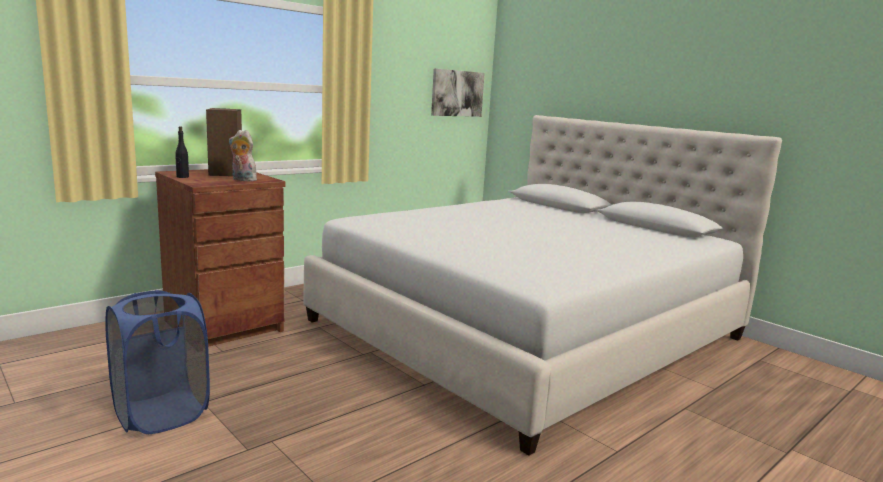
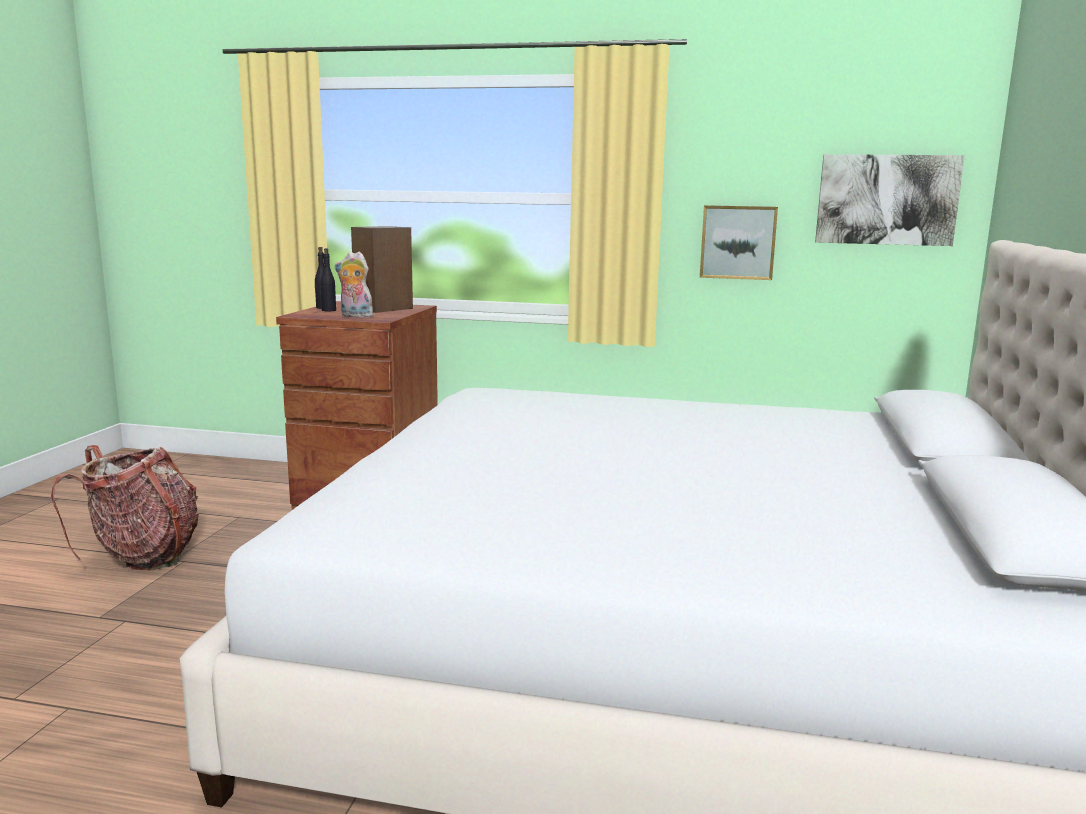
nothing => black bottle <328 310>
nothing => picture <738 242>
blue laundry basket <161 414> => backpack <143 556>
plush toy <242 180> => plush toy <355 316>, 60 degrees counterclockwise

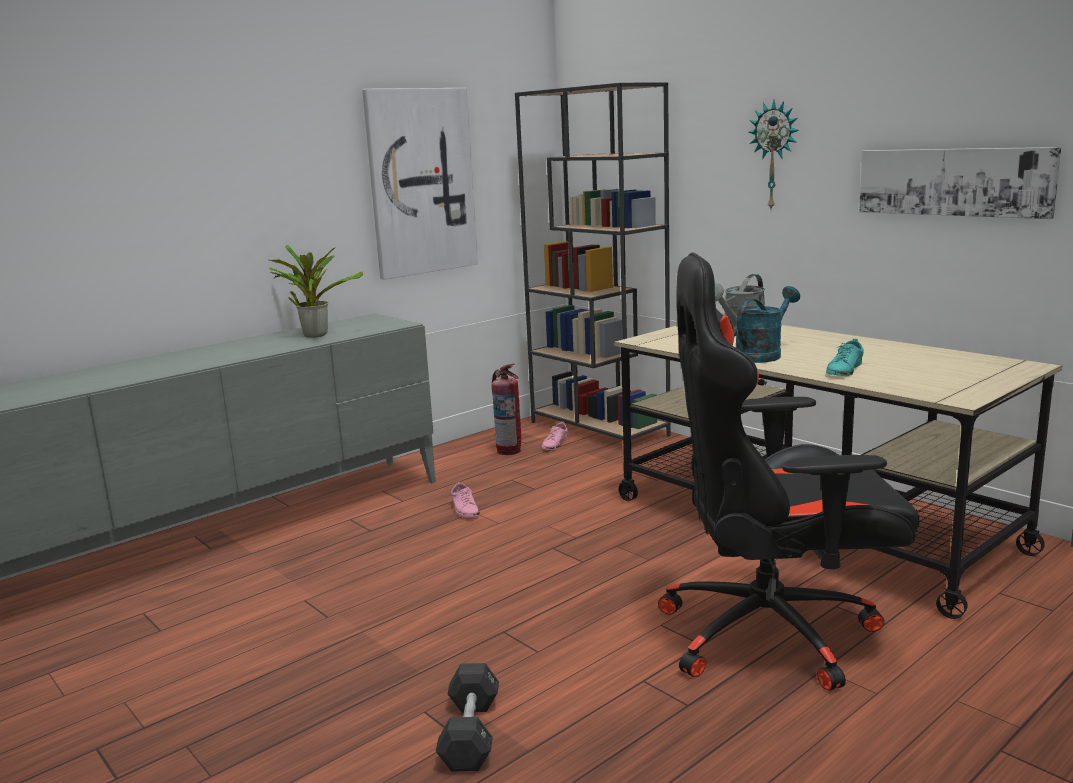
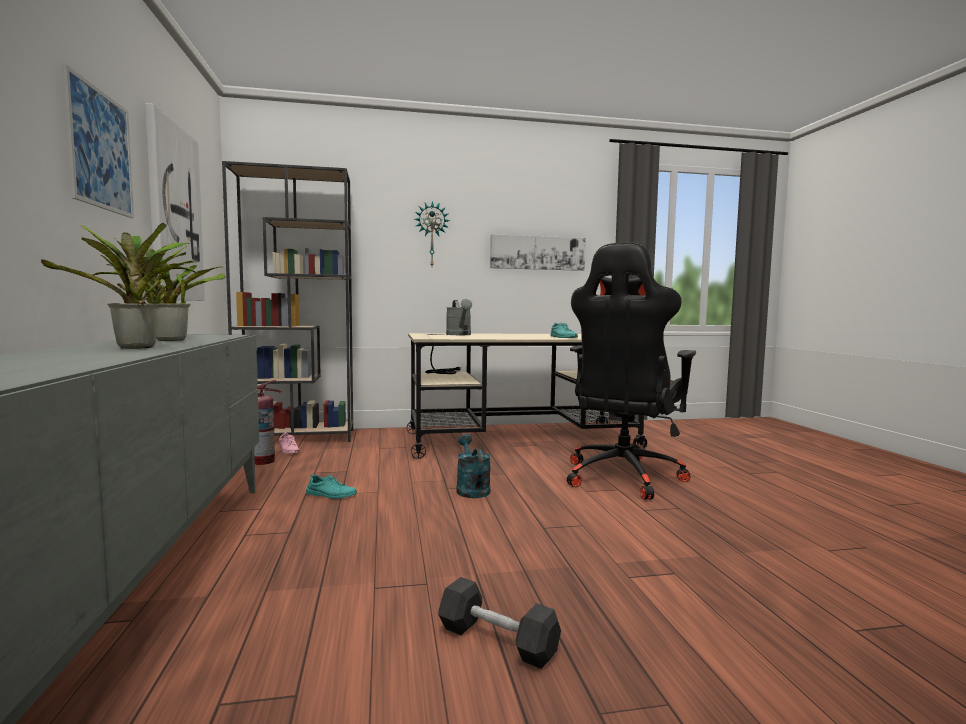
nothing => potted plant <138 348>
nothing => picture <100 150>
black dumbbell <470 734> => black dumbbell <497 640>, moved
turquoise watering can <762 355> => turquoise watering can <471 489>, moved
pink shoe <465 509> => turquoise shoe <331 495>

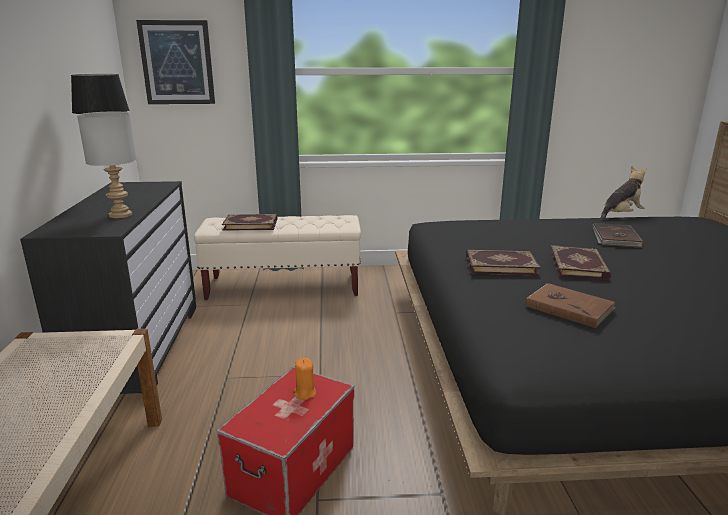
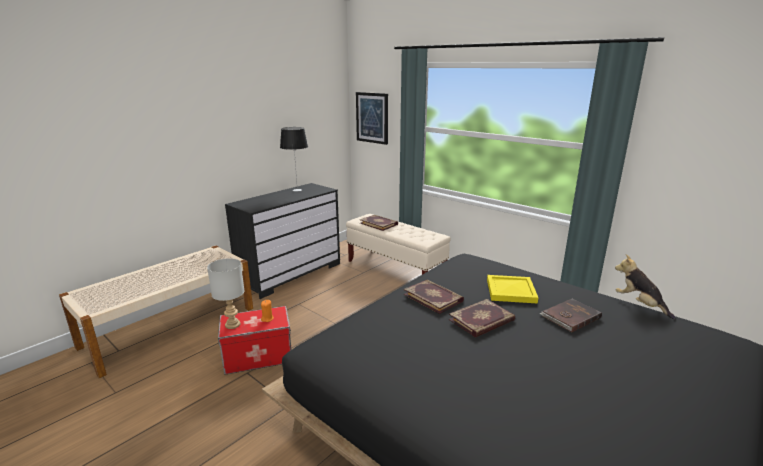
brown book <569 307> => nothing
nothing => yellow tray <511 290>
grey table lamp <119 215> => grey table lamp <232 324>, moved
plush toy <620 215> => plush toy <639 304>, 135 degrees counterclockwise

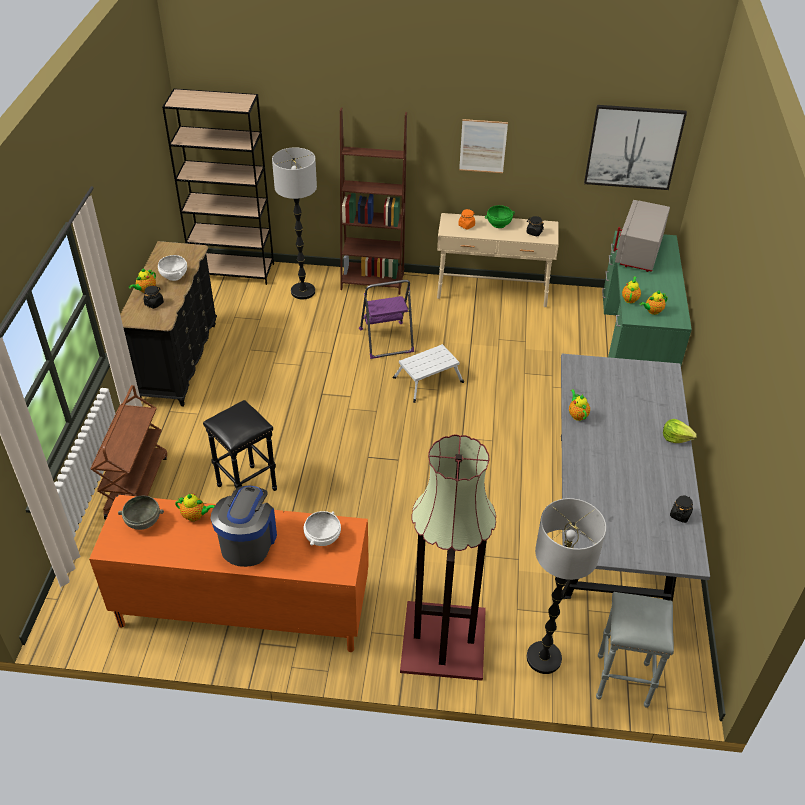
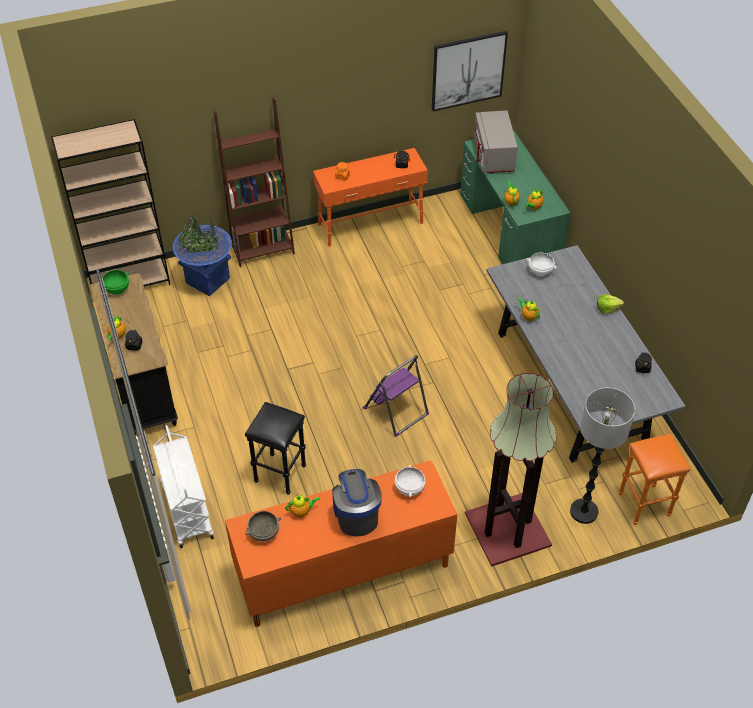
white step ladder <428 379> => nothing
picture <483 146> => nothing
white bowl <174 275> => white bowl <540 270>, moved
purple step ladder <386 341> => purple step ladder <397 412>, moved
green bowl <498 224> => green bowl <117 289>, moved
floor lamp <303 291> => blue planter <208 280>
brown cart <136 486> => white cart <186 510>
beige console table <492 292> => orange console table <371 224>
grey stool <621 681> => orange stool <644 505>

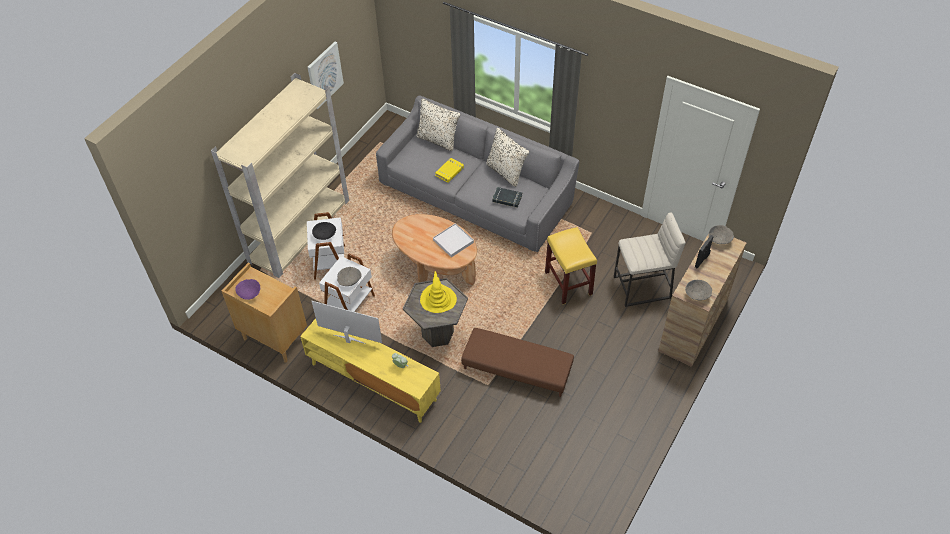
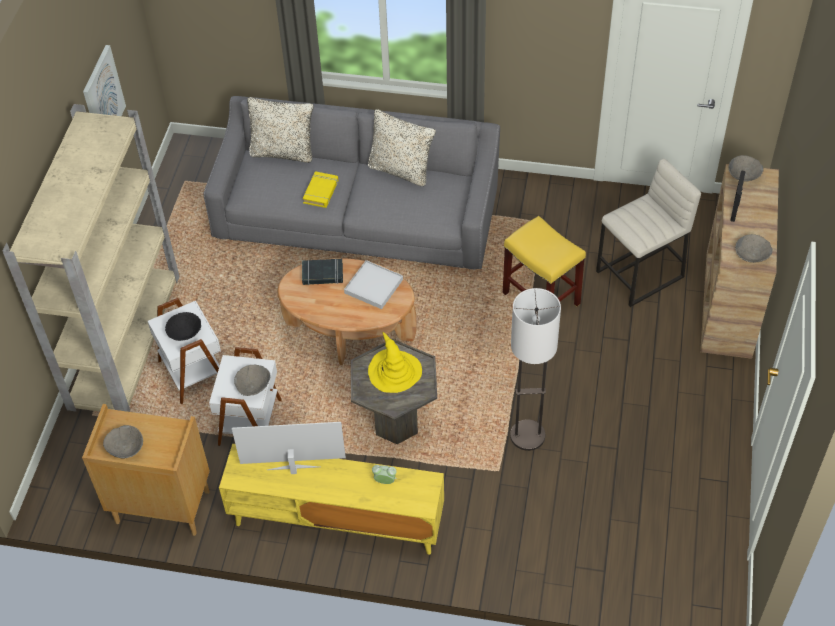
black book <507 199> => black book <322 274>, moved
brown ottoman <517 369> => floor lamp <527 436>
purple bowl <249 293> => grey bowl <125 448>

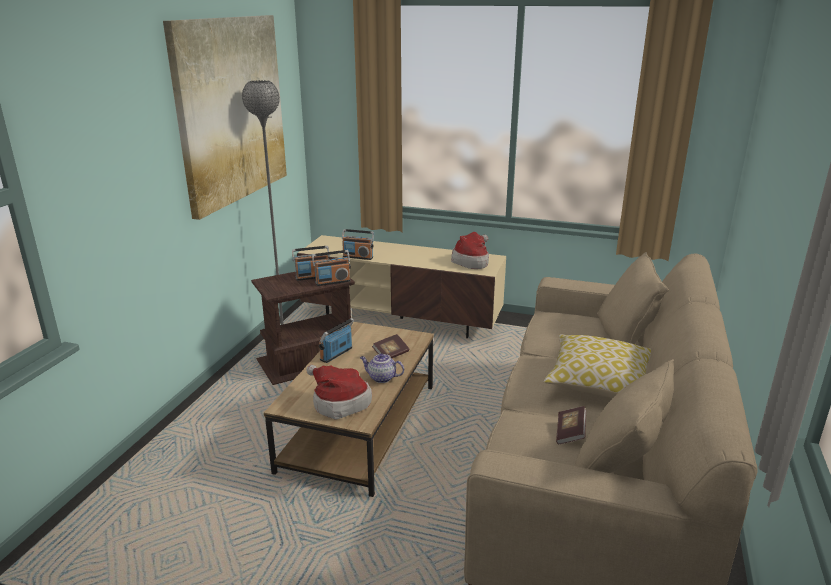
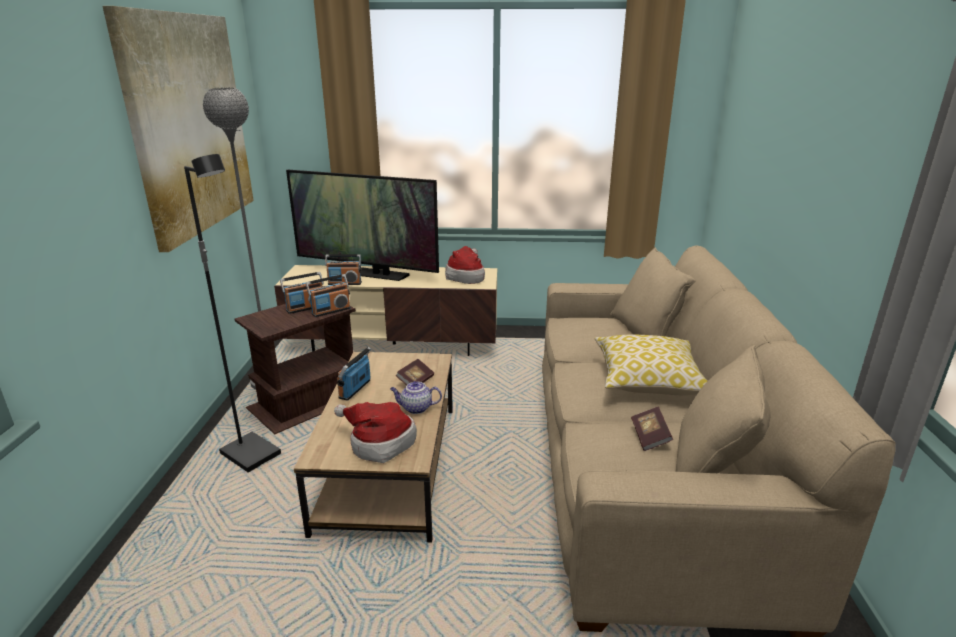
nothing => black floor lamp <252 454>
nothing => television <367 273>

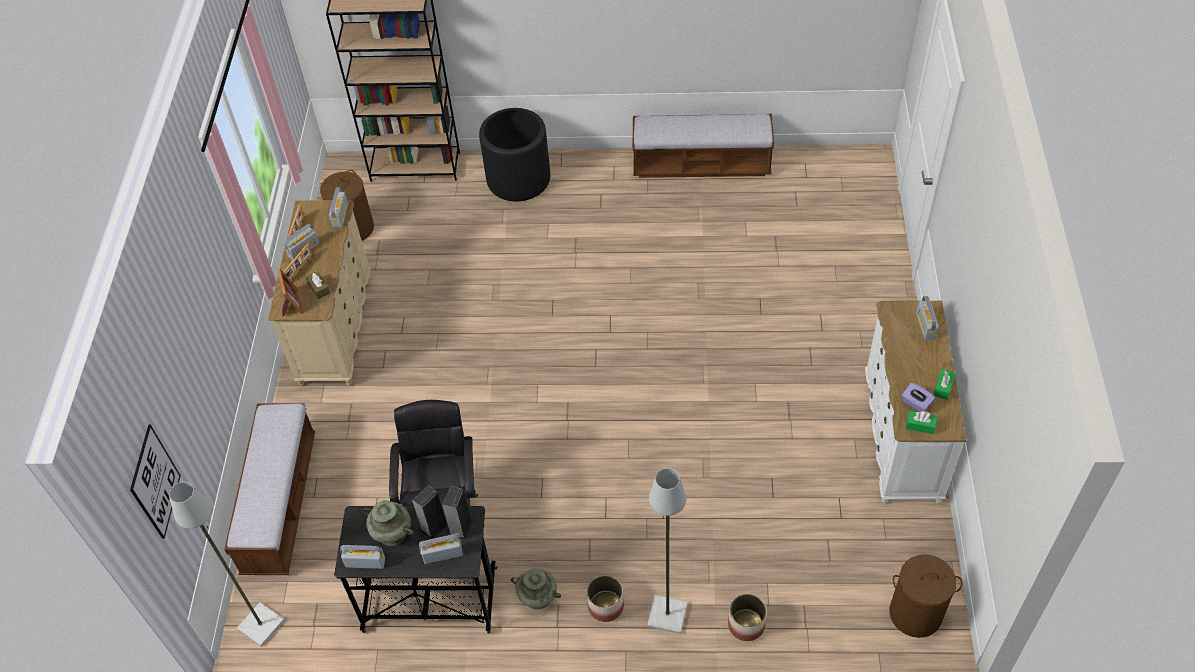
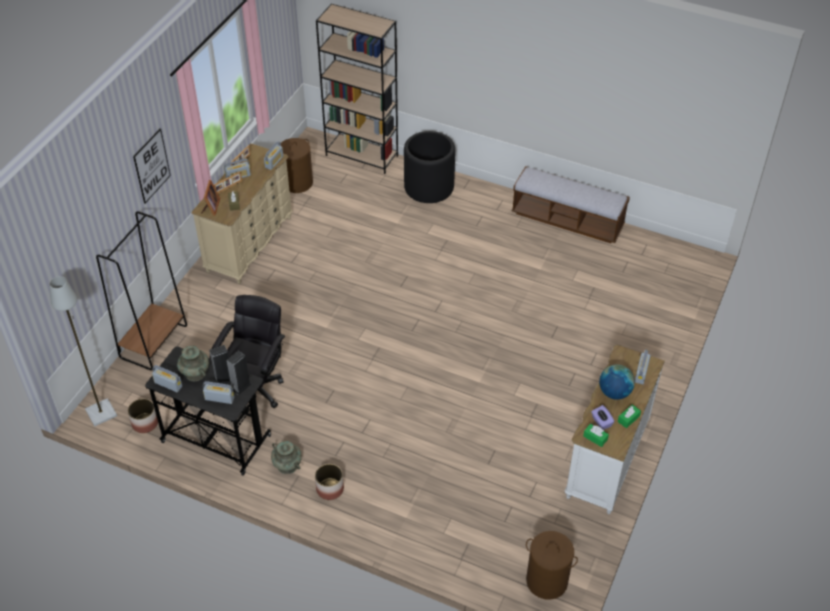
grey floor lamp <666 615> => nothing
nothing => globe <614 392>
picture <155 482> => picture <151 166>, moved
planter <746 625> => planter <145 423>, moved
bench <280 503> => clothes rack <154 342>

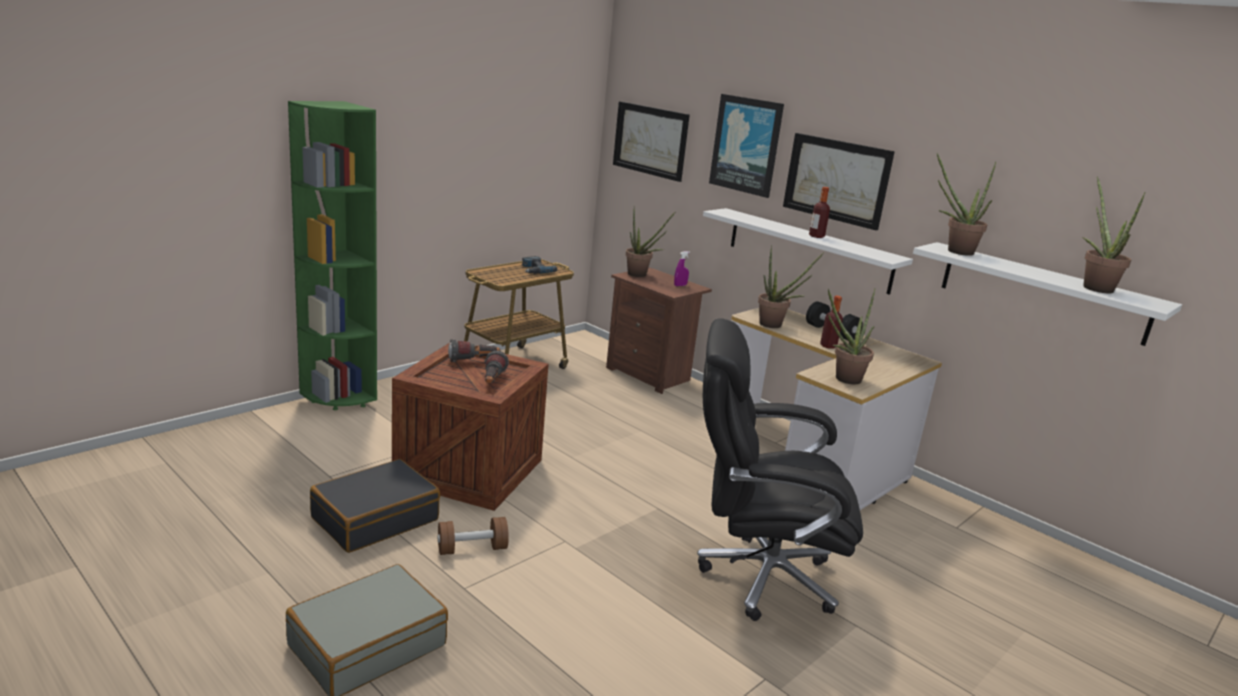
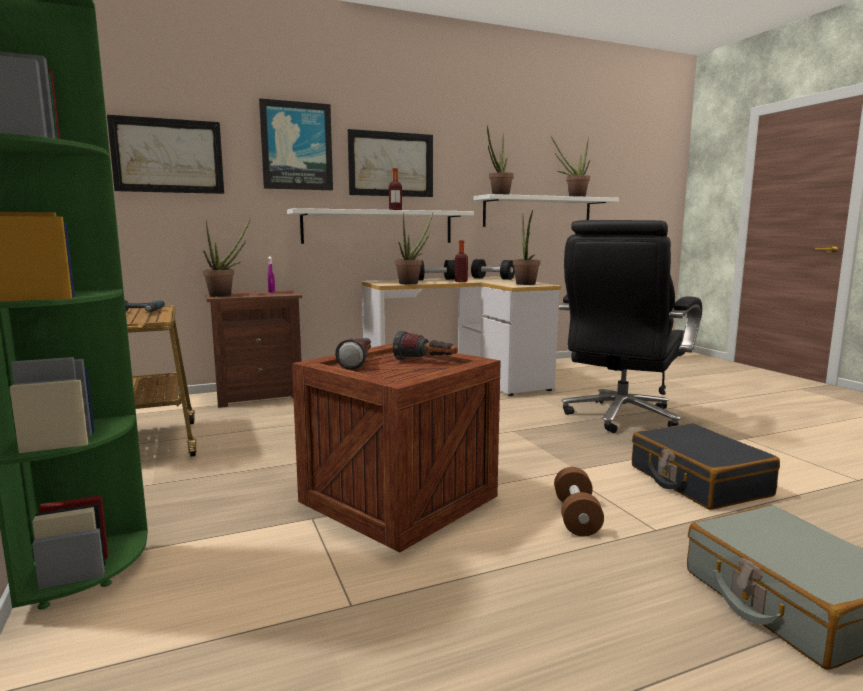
nothing => black dumbbell <492 279>
black suitcase <375 518> => black suitcase <698 481>, moved

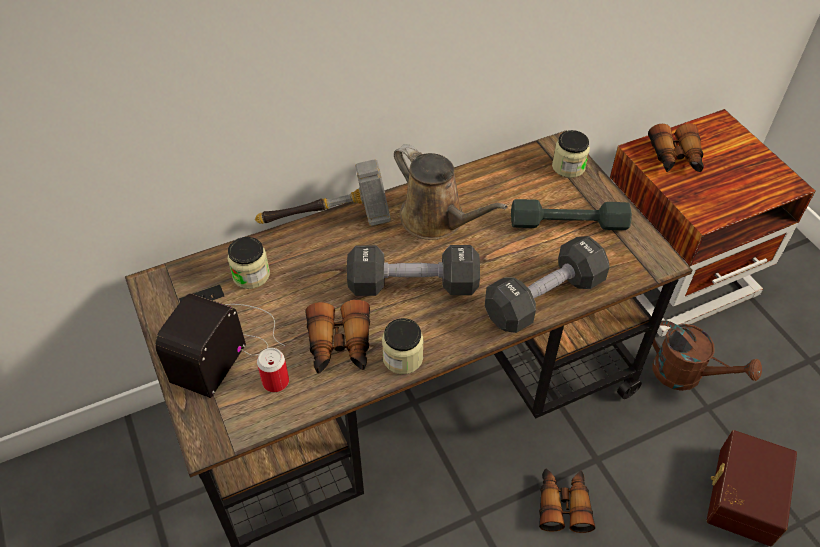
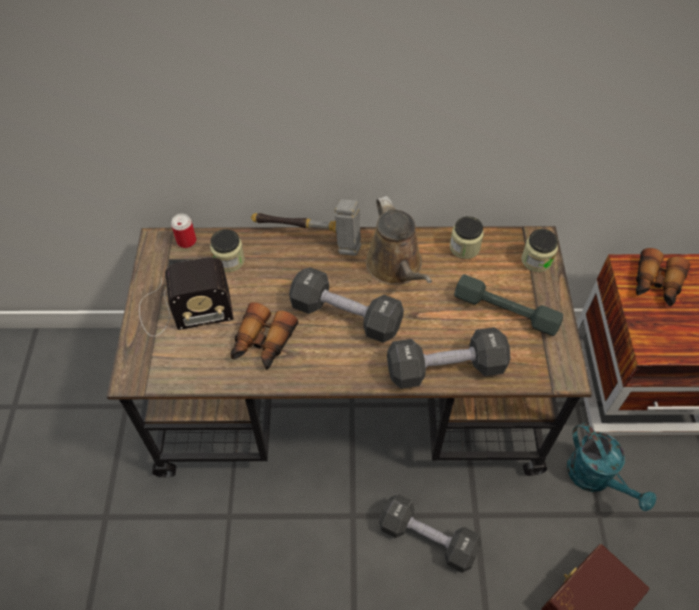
can <275 382> => can <186 241>, moved
jar <402 358> => jar <464 247>, moved
binoculars <563 503> => black dumbbell <427 538>
brown watering can <686 375> => turquoise watering can <596 478>
radio <226 345> => radio <182 309>, 150 degrees counterclockwise

